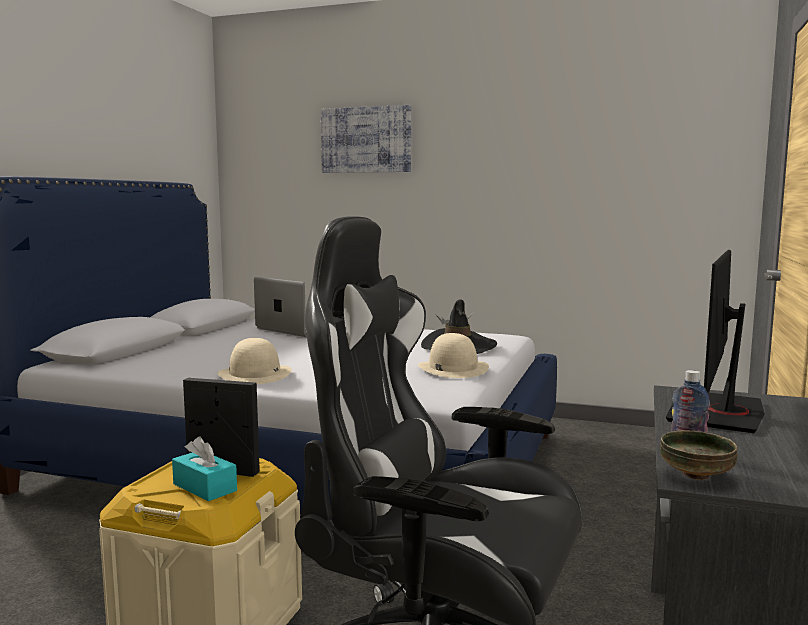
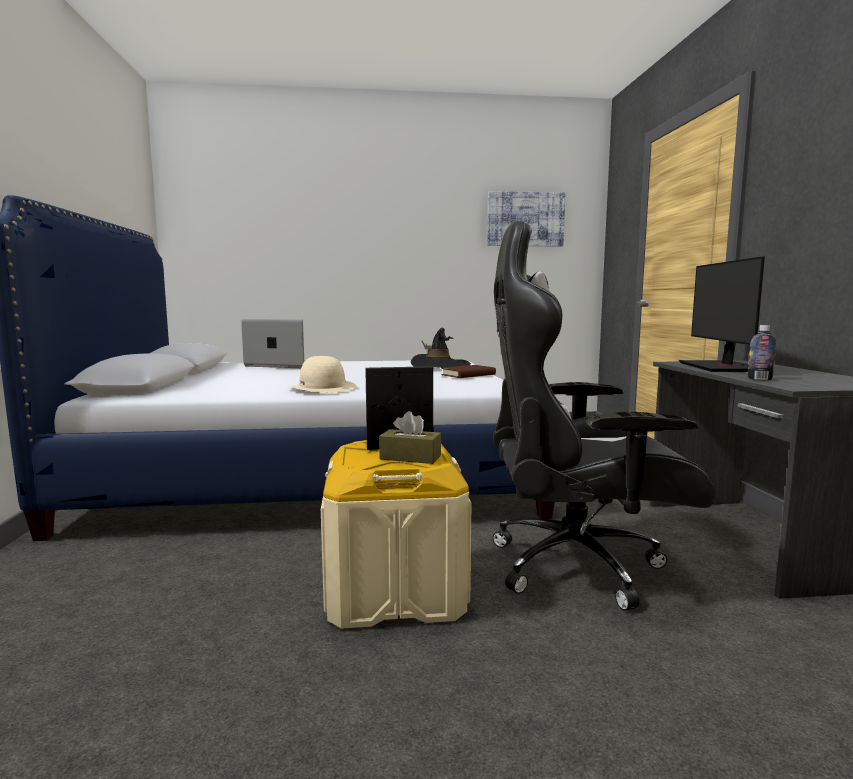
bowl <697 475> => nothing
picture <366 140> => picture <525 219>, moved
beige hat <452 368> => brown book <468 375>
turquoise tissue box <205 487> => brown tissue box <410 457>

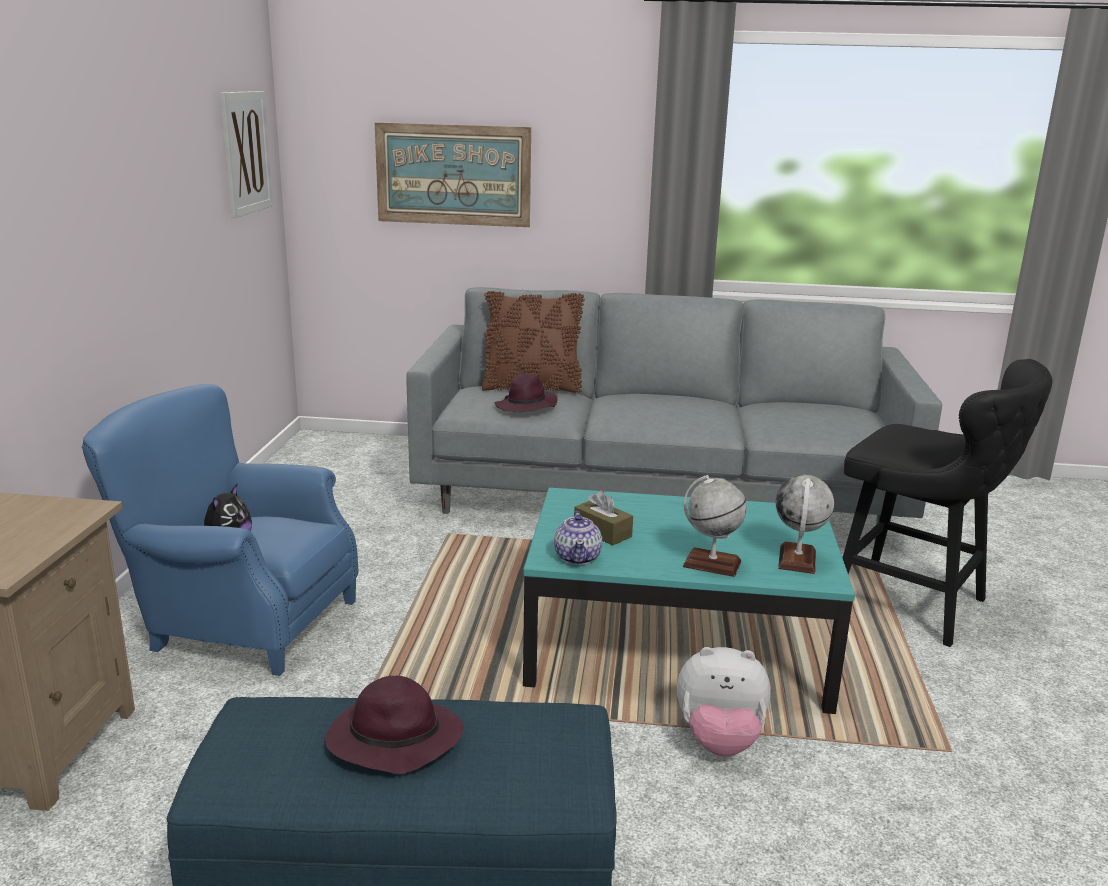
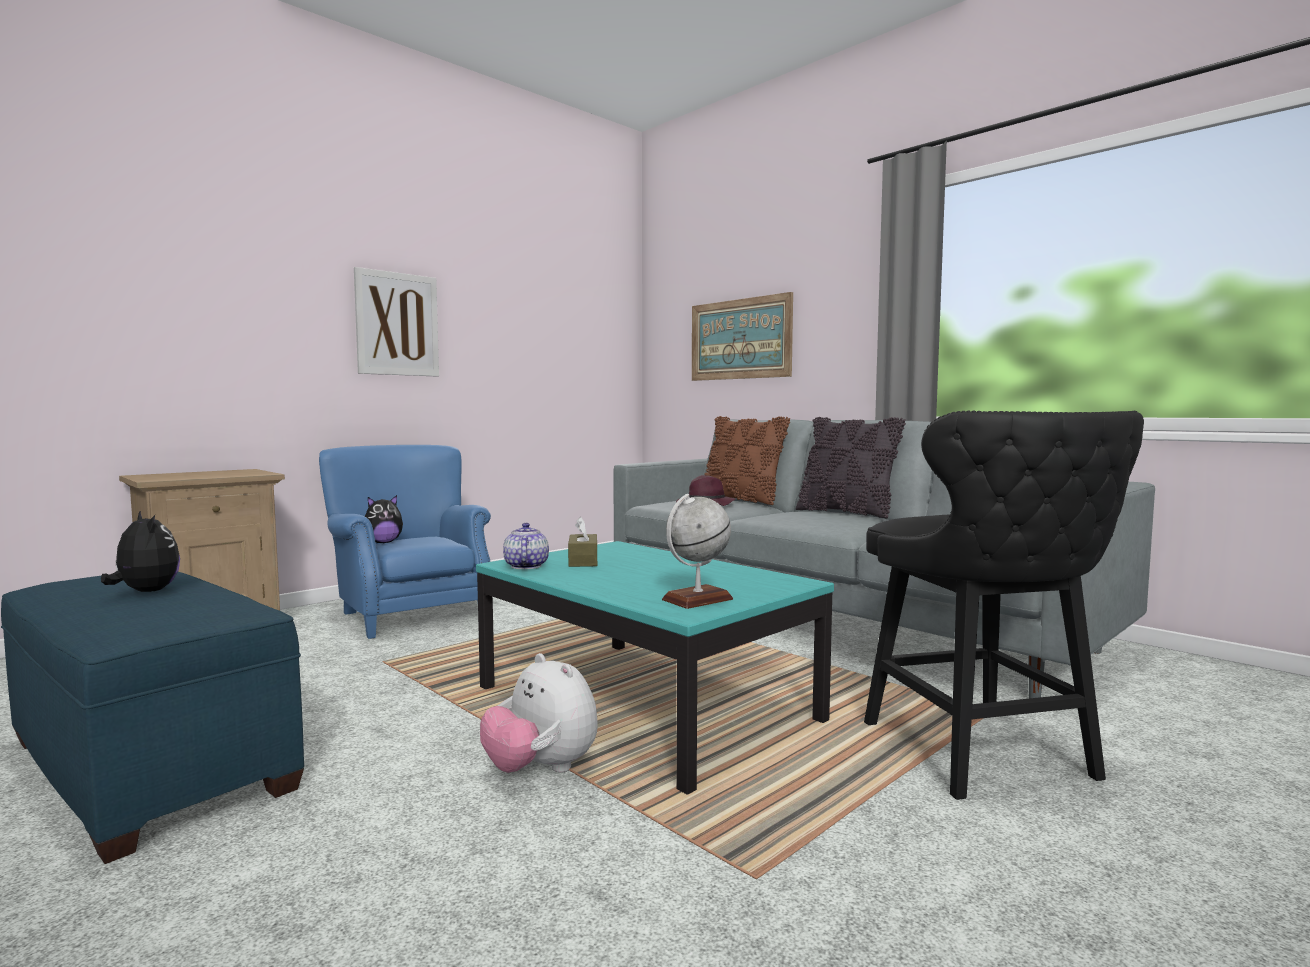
globe <711 564> => nothing
nothing => black pillow <847 513>
picture <246 153> => picture <397 324>, moved
purple hat <392 741> => plush toy <145 592>
teapot <578 557> => teapot <525 566>, 135 degrees clockwise

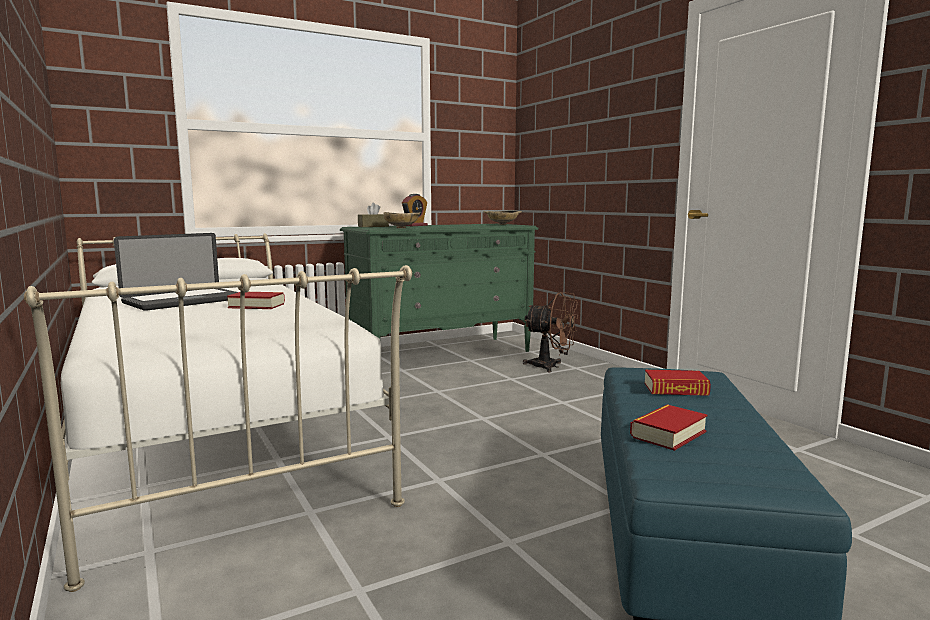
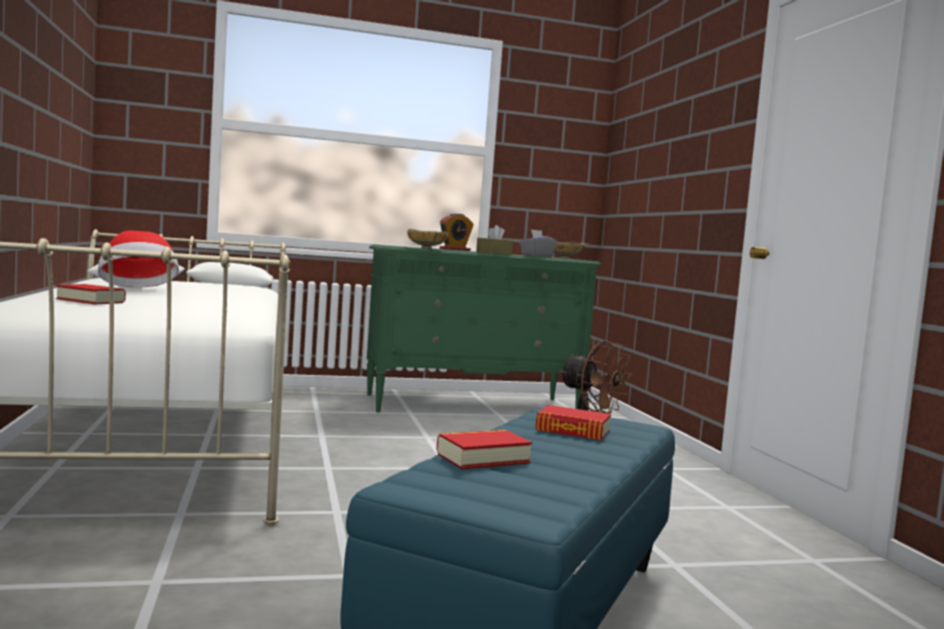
nothing => grey tissue box <536 256>
book <256 306> => book <90 301>, moved
brown tissue box <373 226> => brown tissue box <493 253>, moved
laptop <184 301> => hat <137 290>

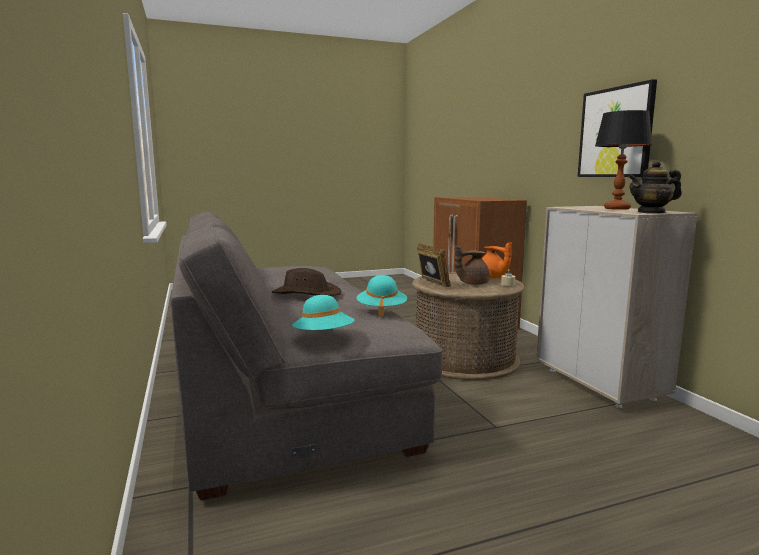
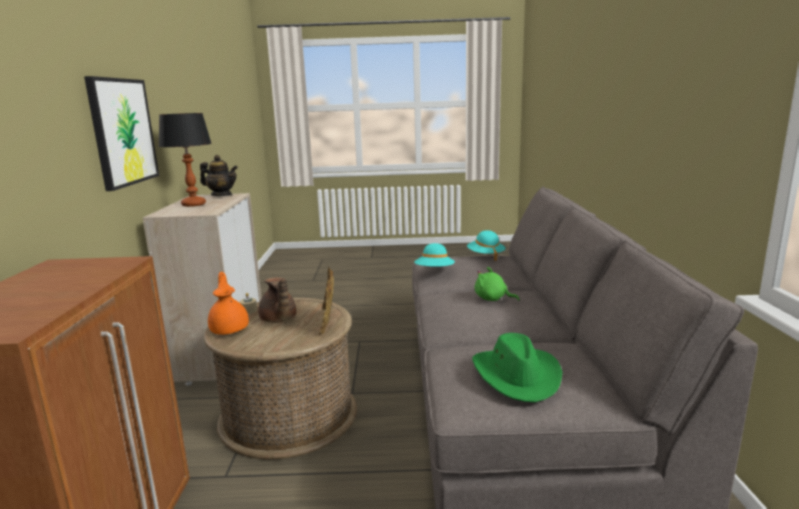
nothing => green hat <517 376>
brown hat <306 293> => green plush toy <492 299>
brown teapot <472 283> => brown teapot <278 320>, 60 degrees clockwise

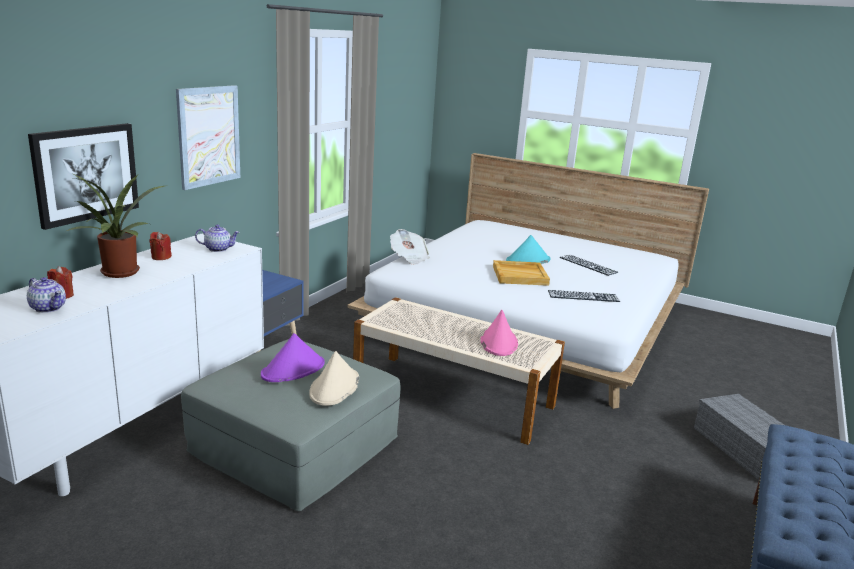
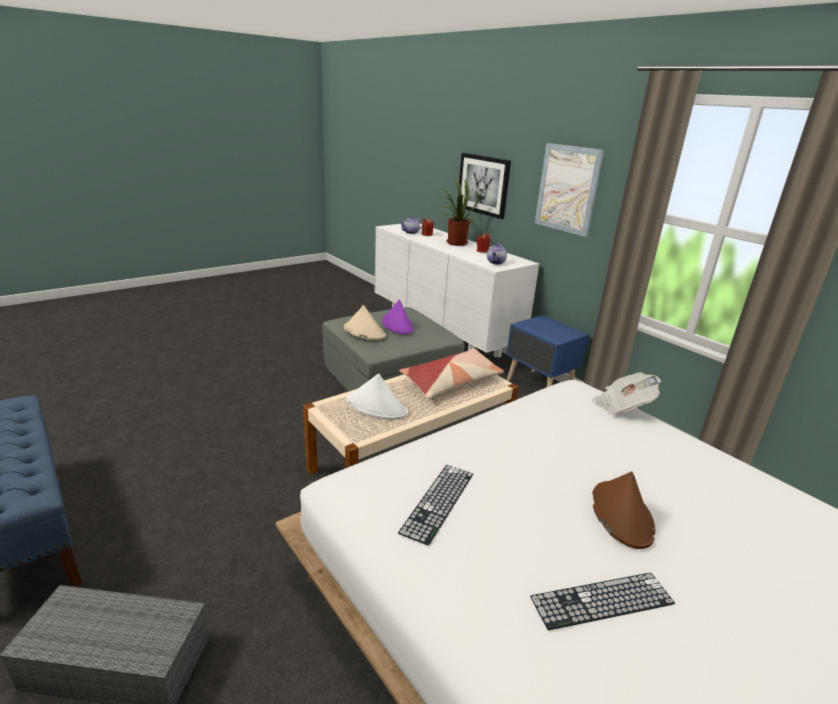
beige tray <520 275> => nothing
nothing => pillow <452 382>
pink hat <498 342> => white hat <376 407>
turquoise hat <528 260> => brown hat <621 514>

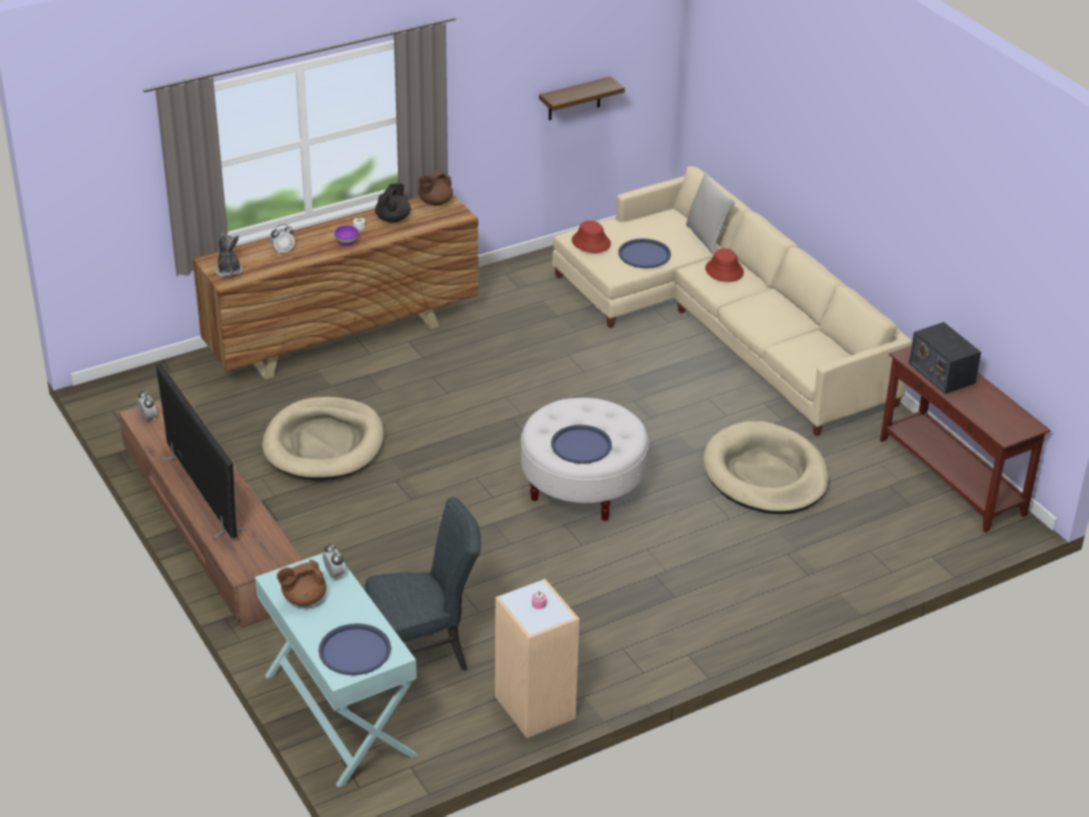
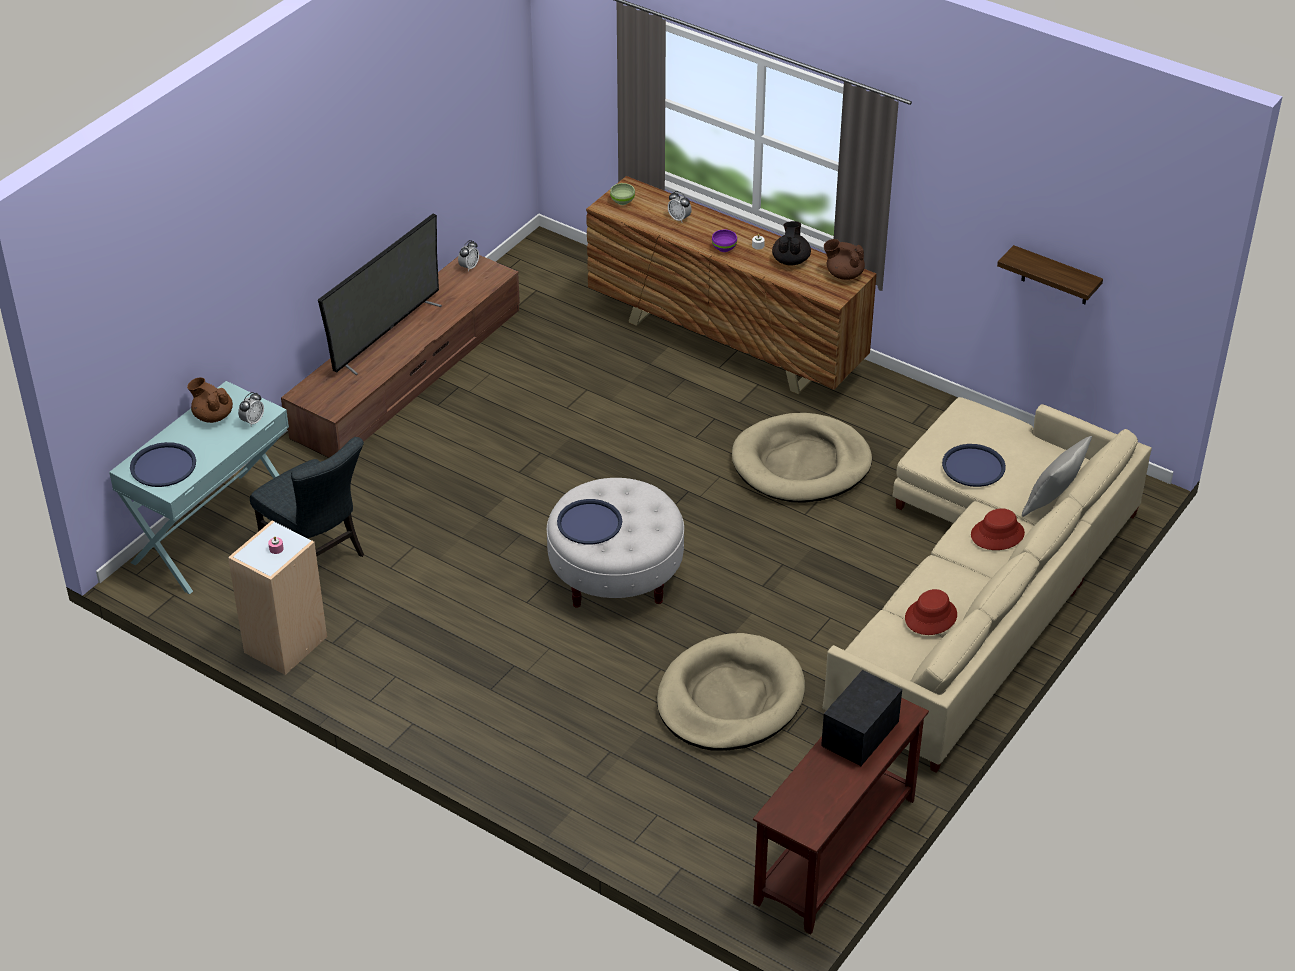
beige dog bed <324 444> => beige dog bed <801 463>, moved
red hat <591 242> => red hat <930 617>, moved
plush toy <228 271> => green bowl <622 201>
black teapot <393 218> => black teapot <791 260>, 75 degrees counterclockwise

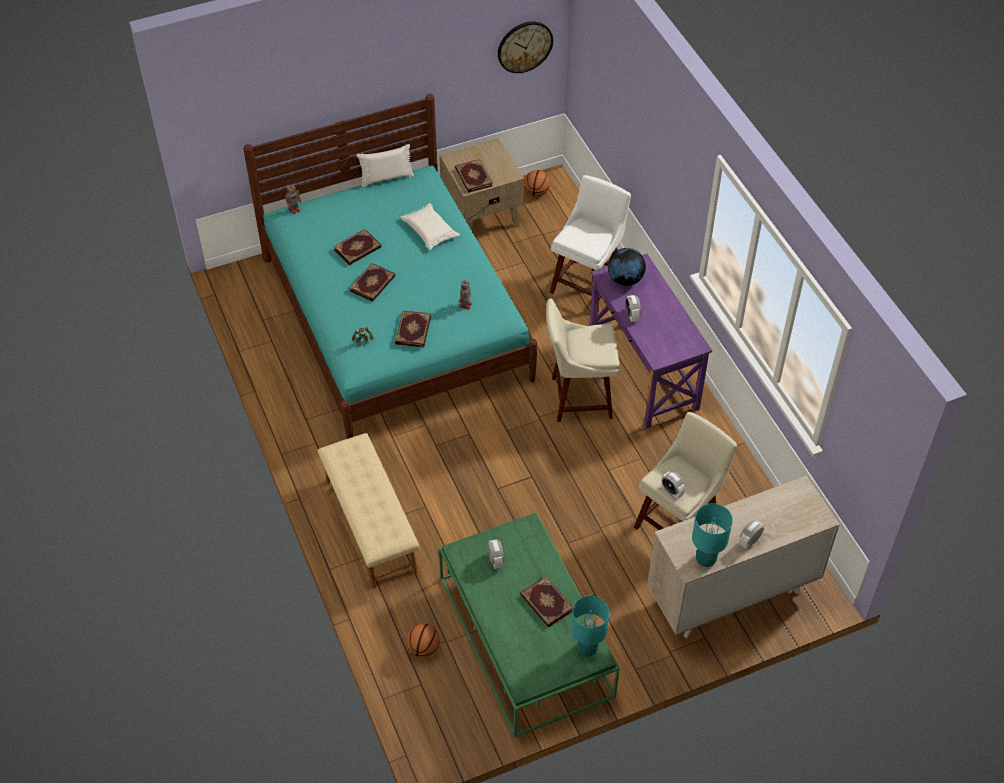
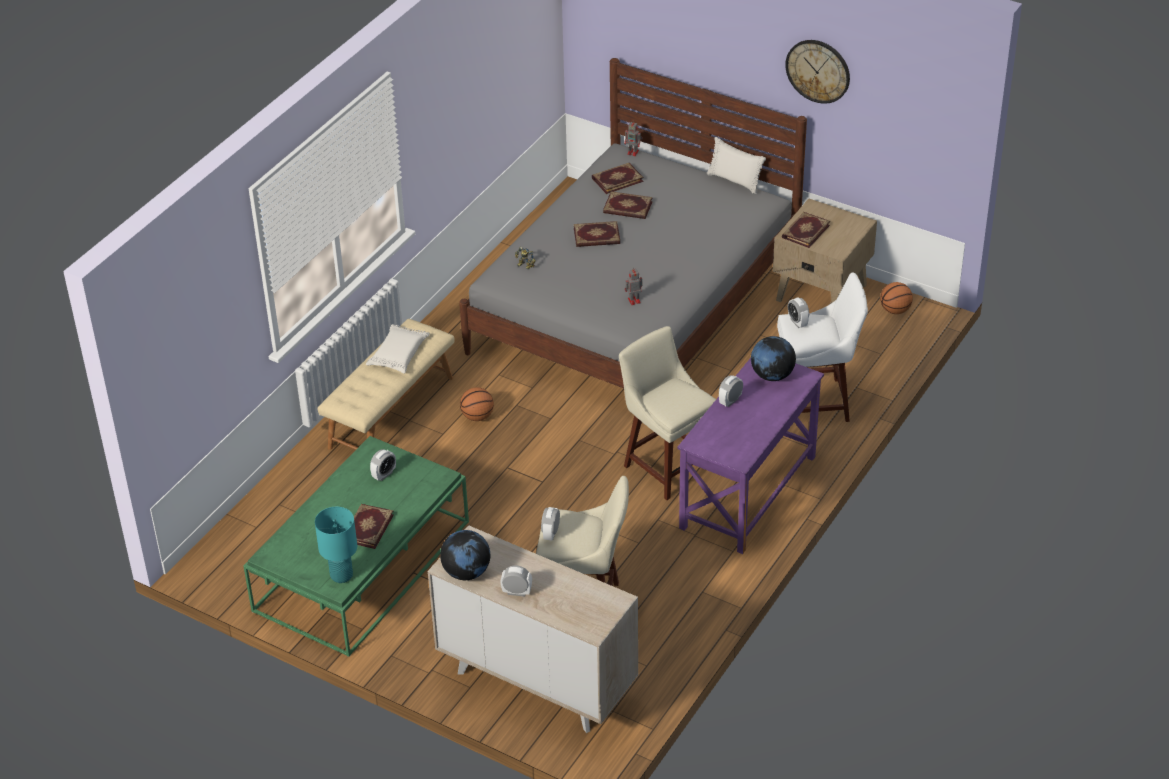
nothing => alarm clock <797 322>
book <412 330> => book <617 179>, moved
white pillow <430 229> => white pillow <398 353>, moved
basketball <423 648> => basketball <477 416>, moved
wall clock <524 46> => wall clock <818 71>, moved
turquoise table lamp <705 560> => globe <466 572>
turquoise bed <395 318> => grey bed <634 306>

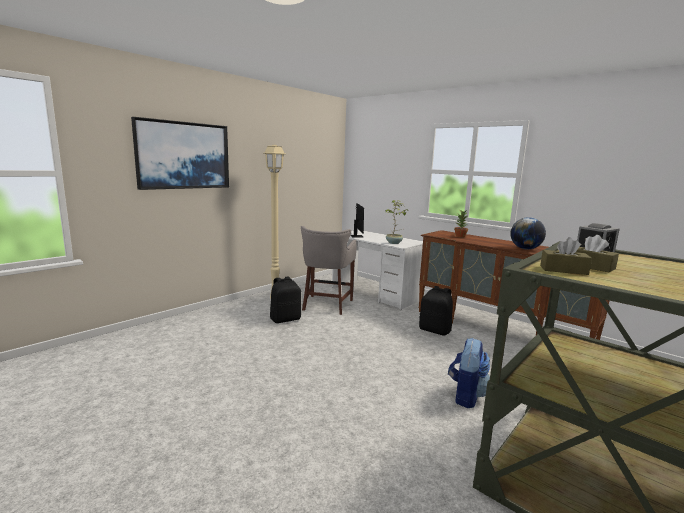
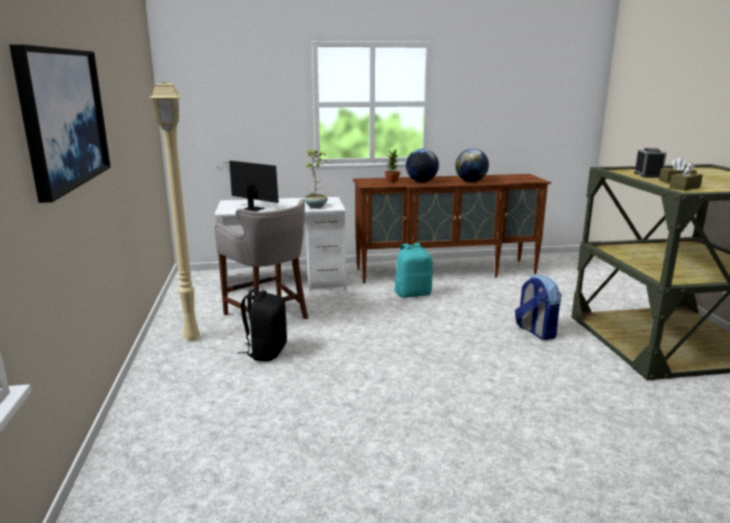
nothing => globe <421 181>
black backpack <435 330> => turquoise backpack <413 294>

